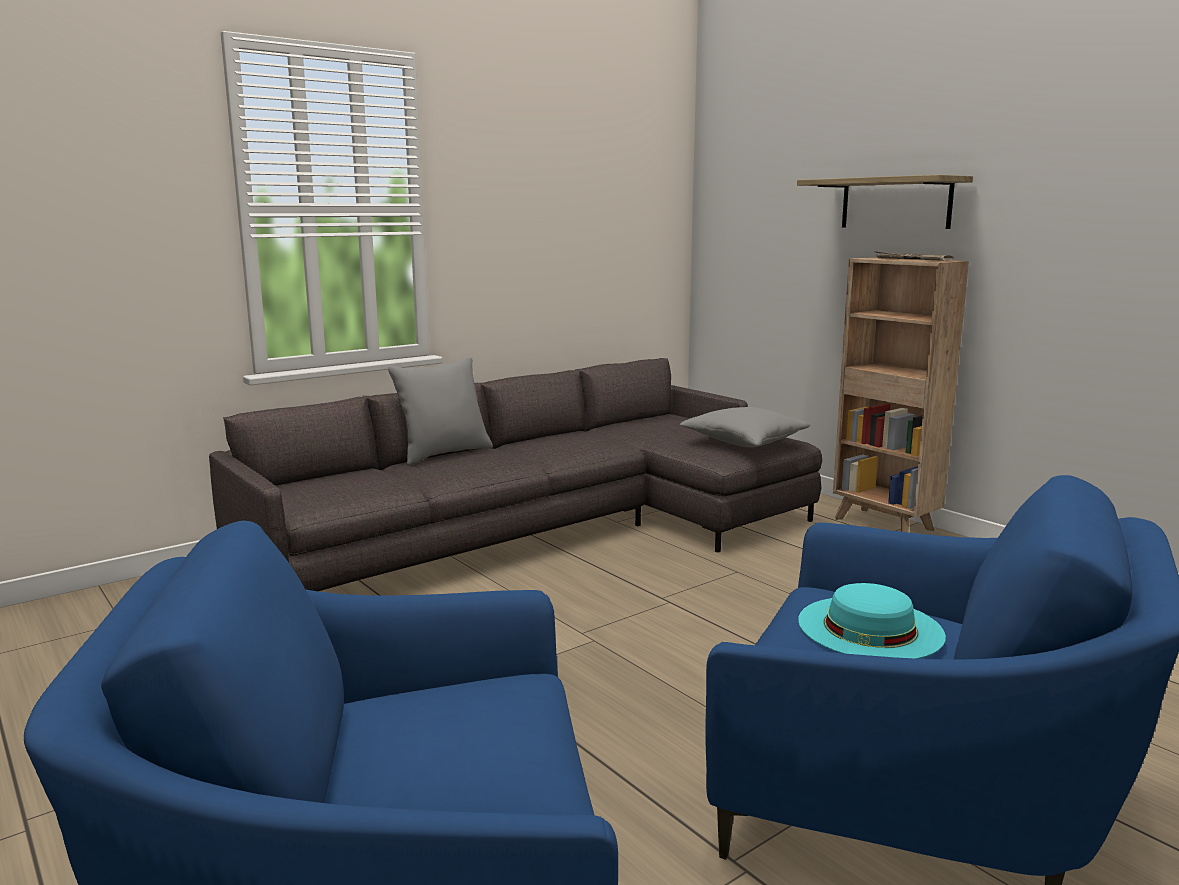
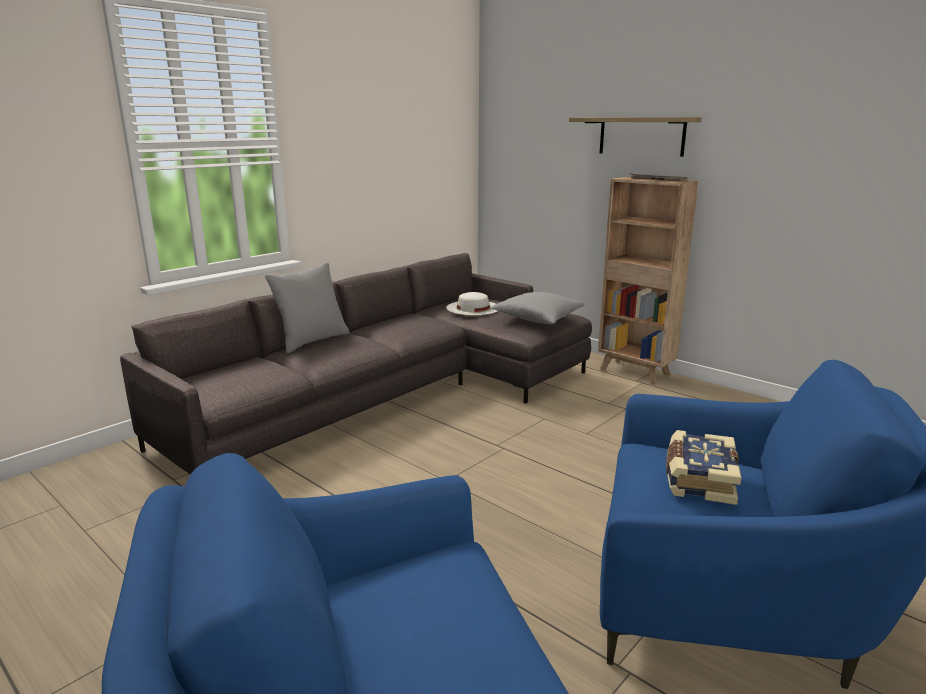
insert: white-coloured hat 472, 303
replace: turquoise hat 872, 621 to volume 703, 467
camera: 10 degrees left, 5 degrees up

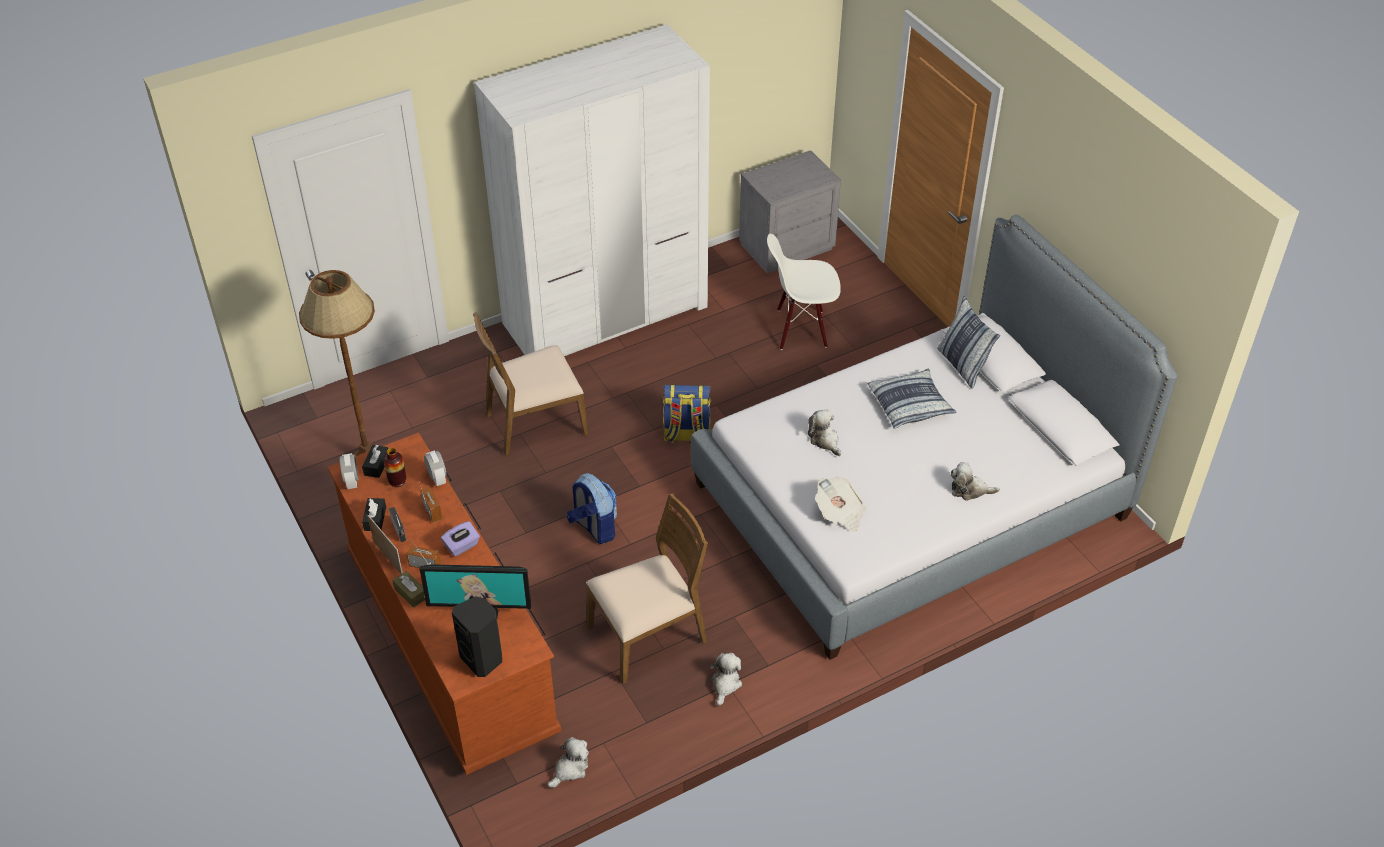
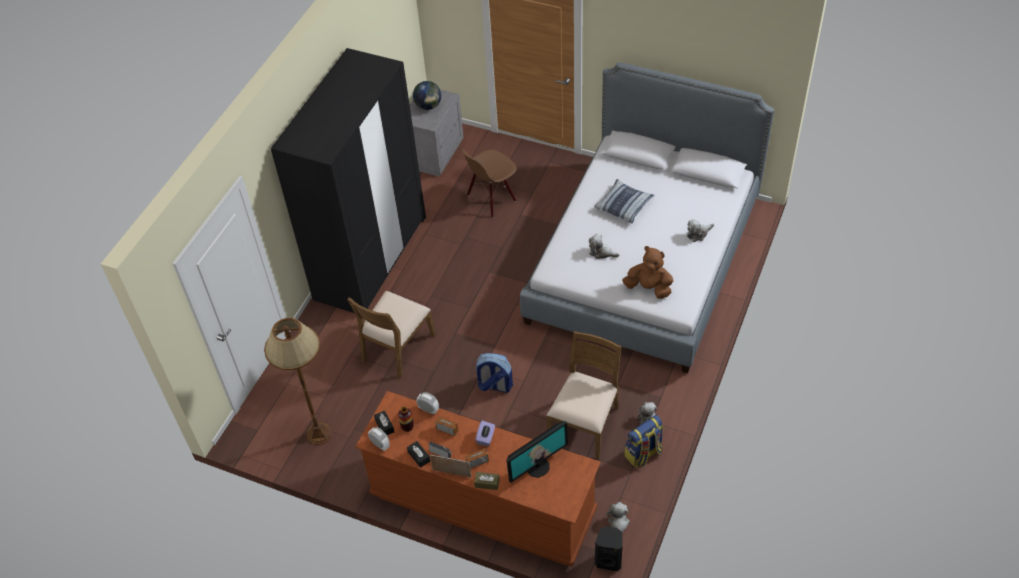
delete: pillow 968, 342
insert: world globe 427, 95
move: black speaker 477, 636 to 609, 548; knapsack 686, 413 to 644, 441
replace: newspaper 840, 504 to brown-coloured soft toy 647, 272
recolor: white-coloured armoire 592, 190 to black armoire 348, 180; white-coloured plain chair 804, 292 to brown-coloured plain chair 489, 183
camera: 35 degrees left, 5 degrees up

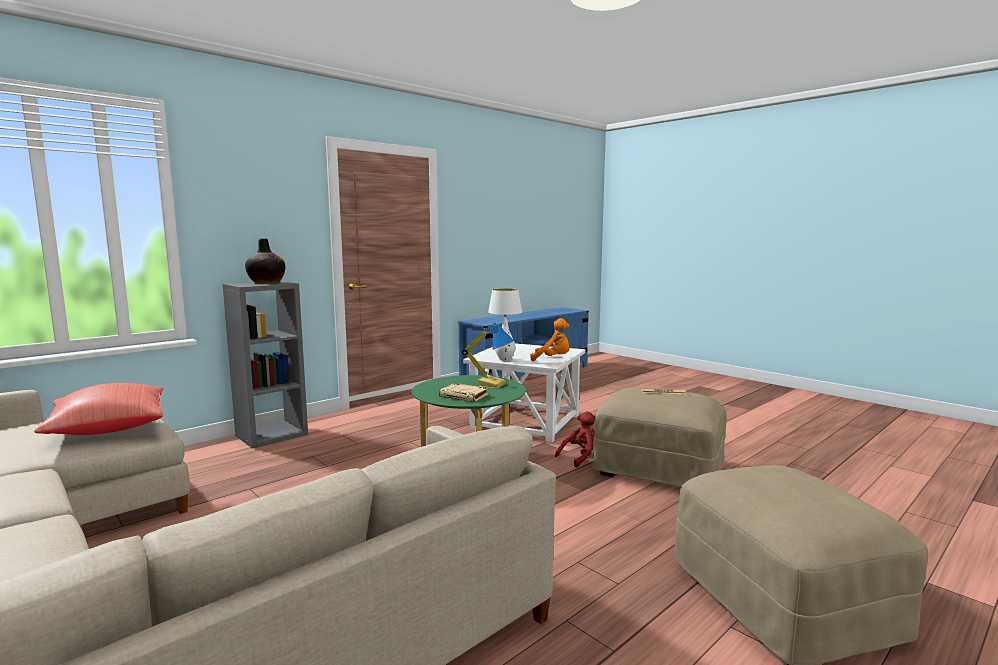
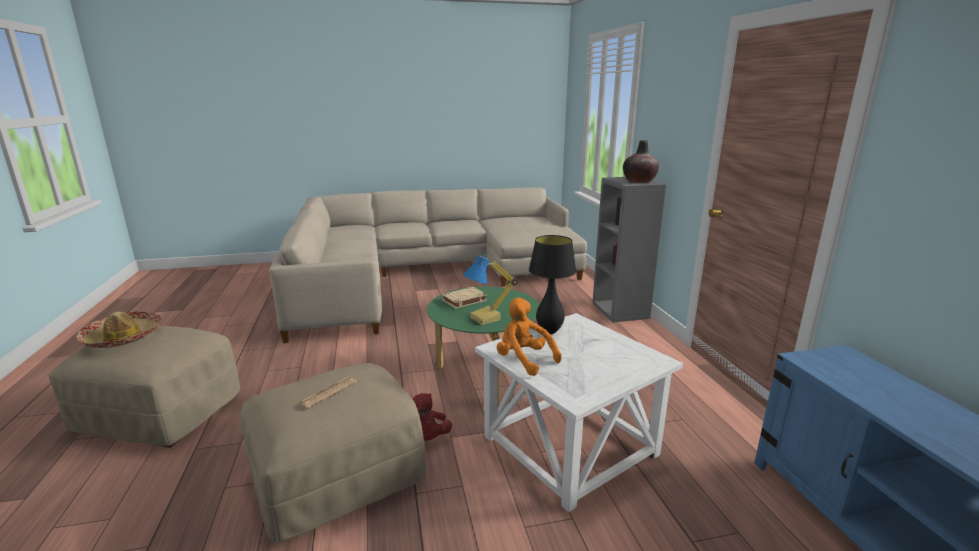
delete: red-coloured pillow 99, 409
insert: hat 119, 329
recolor: white-coloured table lamp 505, 324 to black table lamp 552, 284
rotate: orange soft toy 550, 339 = 529, 337 90 degrees clockwise
camera: 120 degrees right, 10 degrees up

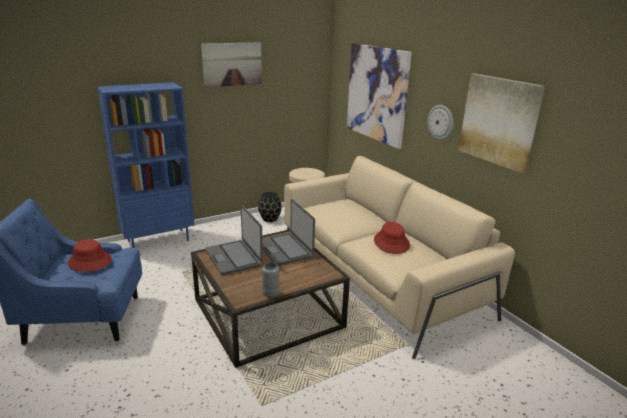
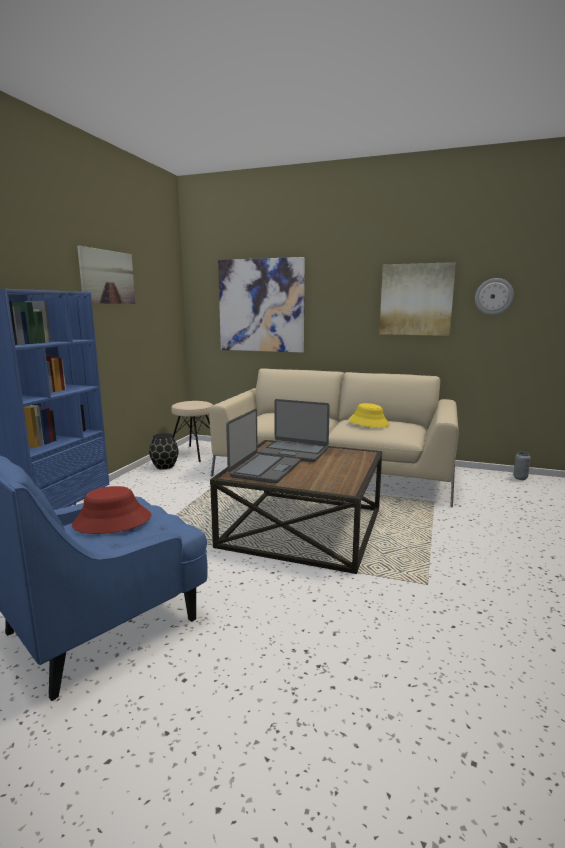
move: wall clock 440, 122 to 494, 296; grey vase 270, 280 to 522, 466
recolor: red-coloured hat 392, 238 to yellowish hat 369, 415
rotate: notebook computer 234, 240 = 263, 445 90 degrees counterclockwise
camera: 40 degrees left, 10 degrees down

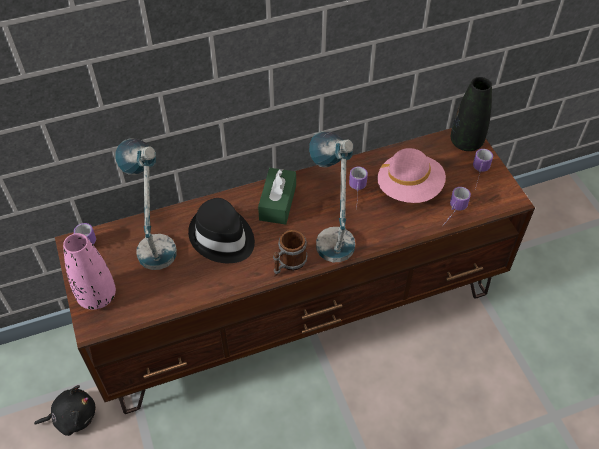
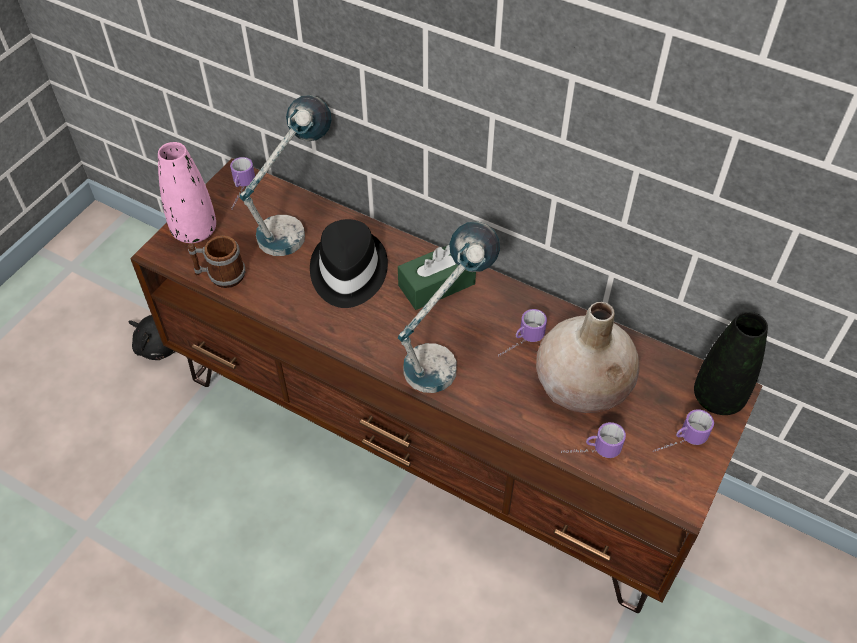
move: coffee mug 290, 253 to 216, 262
replace: pink-coloured hat 411, 175 to beige-coloured vase 588, 357
camera: 50 degrees right, 0 degrees up

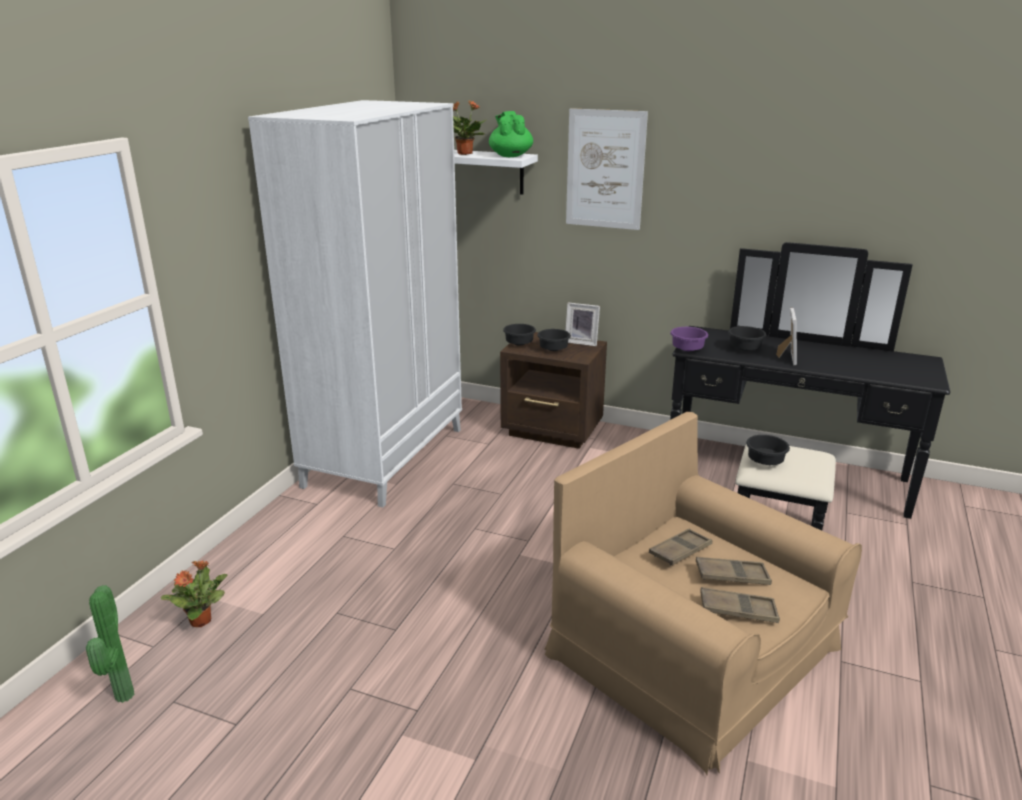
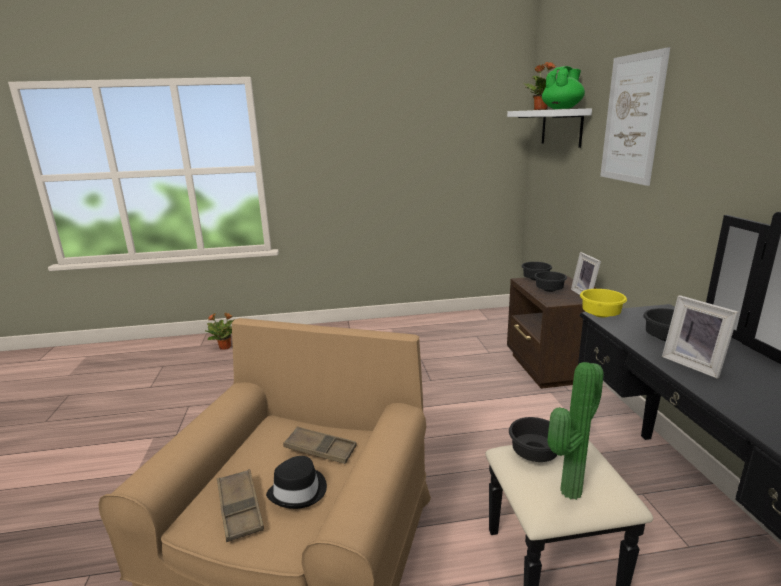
delete: white-coloured armoire 355, 303
move: potted plant 110, 644 to 576, 431
replace: brown-coloured tray 734, 571 to black hat 296, 482
recolor: purplish bowl 689, 339 to yellowish bowl 603, 303
rotate: photo frame 786, 336 = 700, 337 75 degrees clockwise
camera: 60 degrees right, 5 degrees down

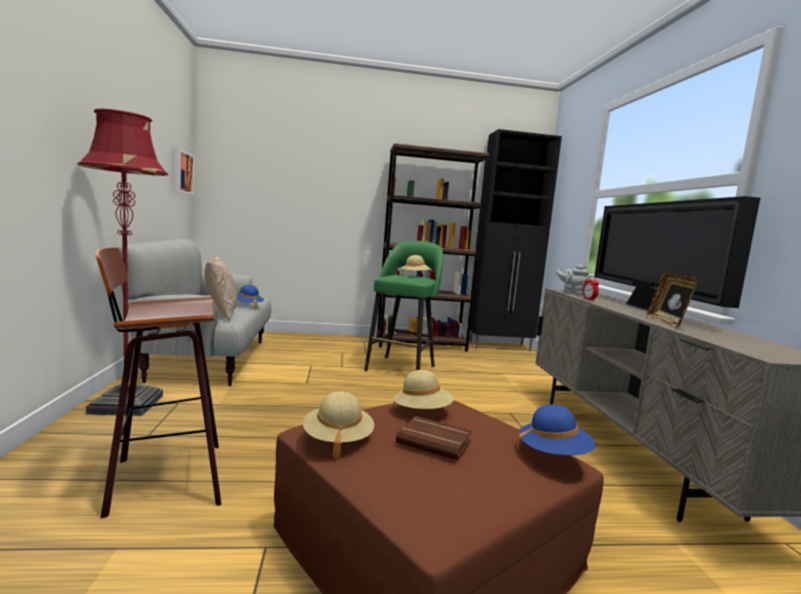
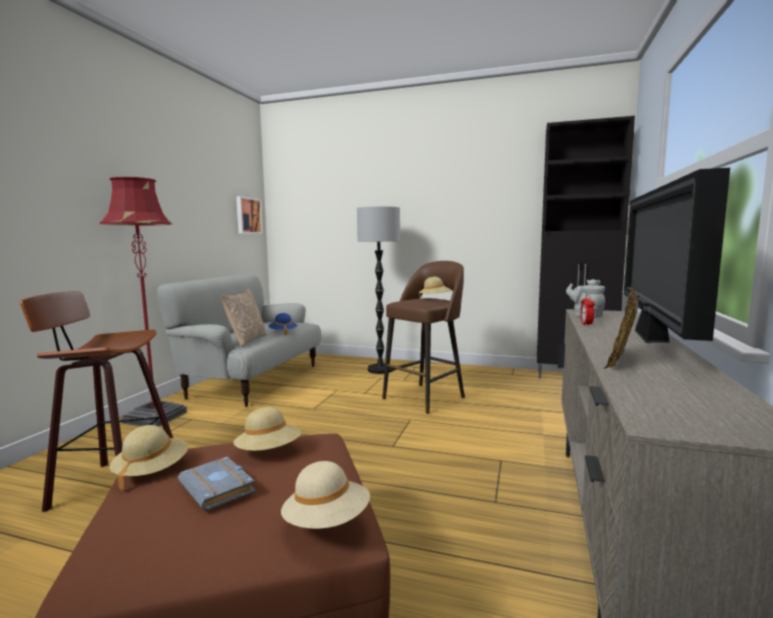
delete: brown-coloured bookcase 433, 247
insert: standard lamp 378, 290
recolor: brown-coloured volume 434, 438 to grey volume 216, 484; blue hat 556, 429 to beige-coloured hat 325, 495; green-coloured stool 403, 306 to brown-coloured stool 423, 337
camera: 25 degrees right, 0 degrees up

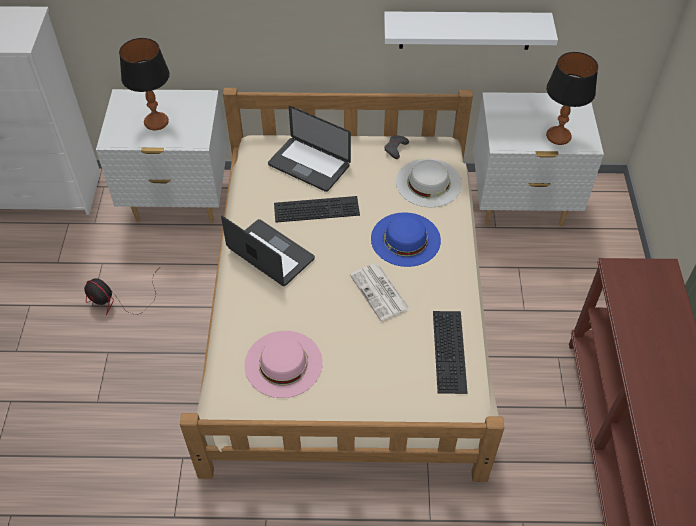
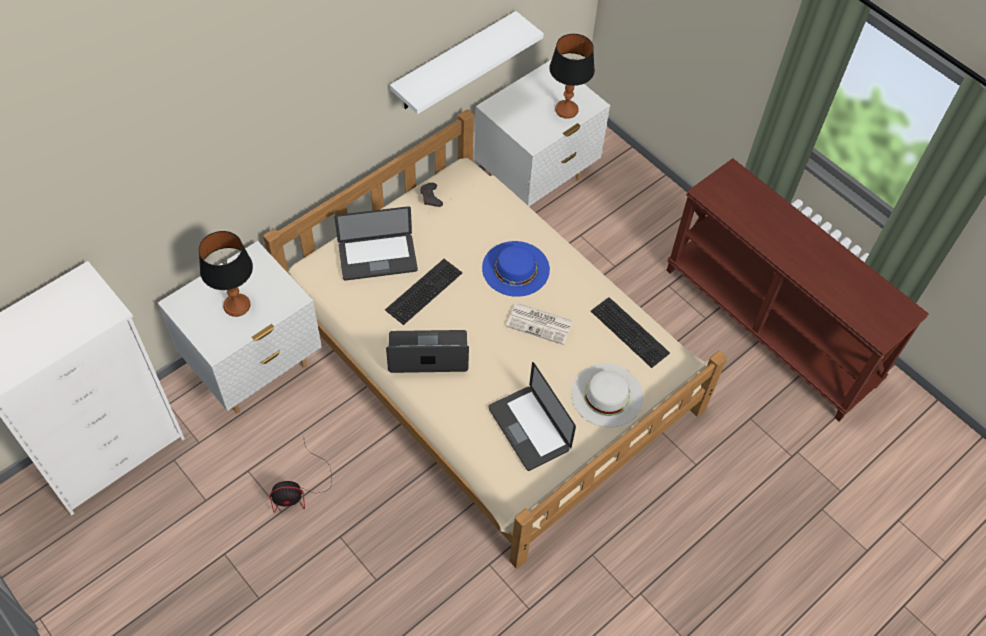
move: white-coloured hat 429, 183 to 607, 395
replace: pink-coloured hat 283, 364 to notebook computer 532, 416
camera: 45 degrees left, 5 degrees up

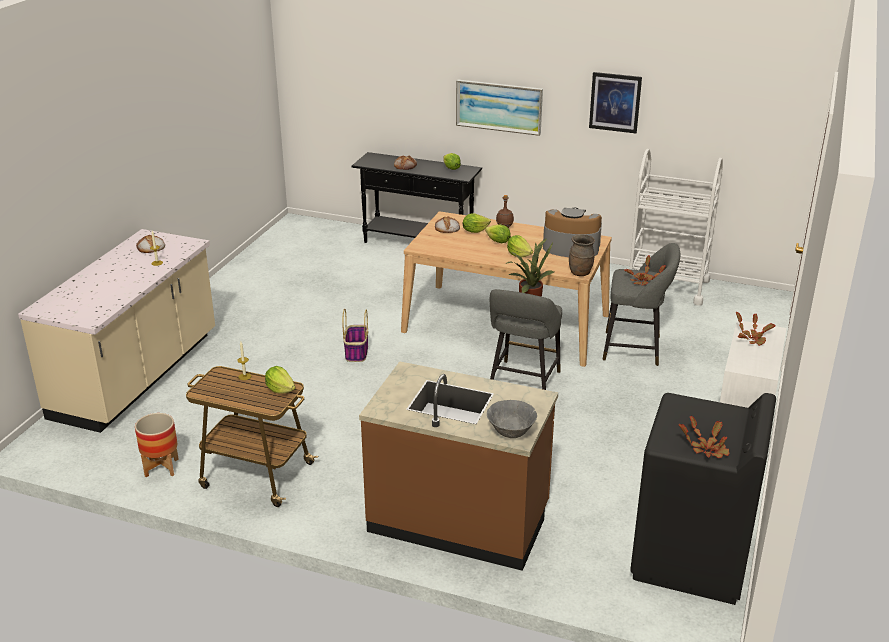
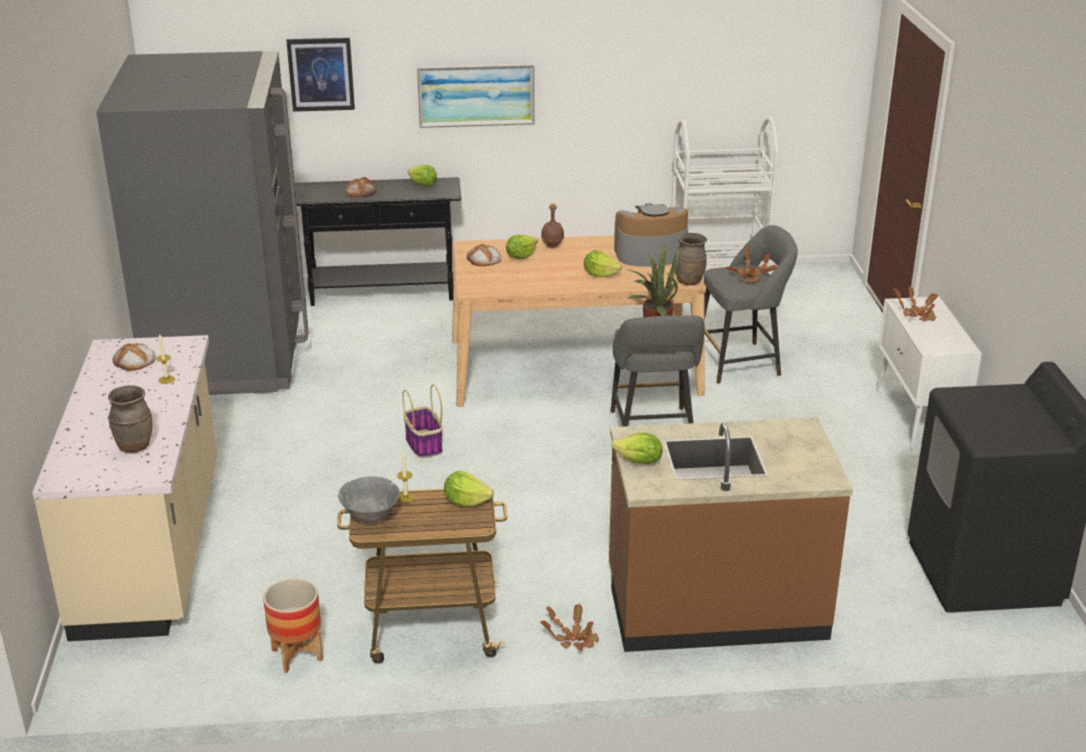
insert: grey fridge 202, 223; brown-coloured vase 130, 419
move: wall picture 615, 102 to 320, 75; grey bowl 512, 419 to 369, 499; potted plant 704, 437 to 569, 627; head of lettuce 498, 234 to 637, 448
camera: 25 degrees left, 0 degrees up

